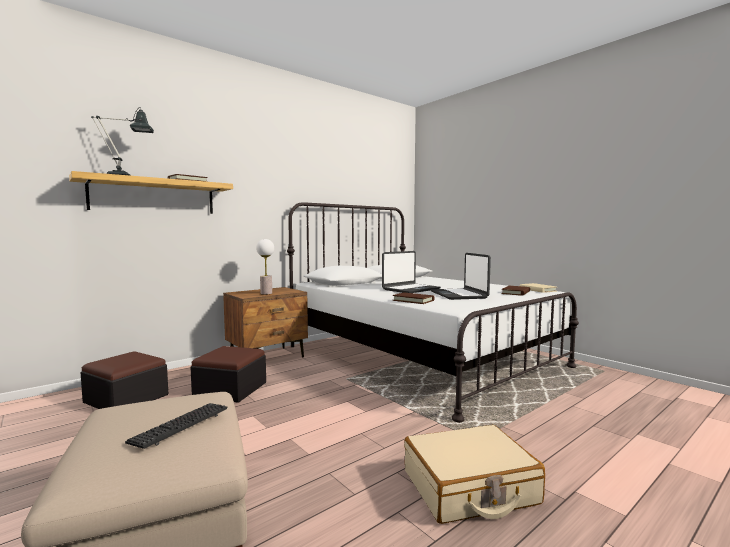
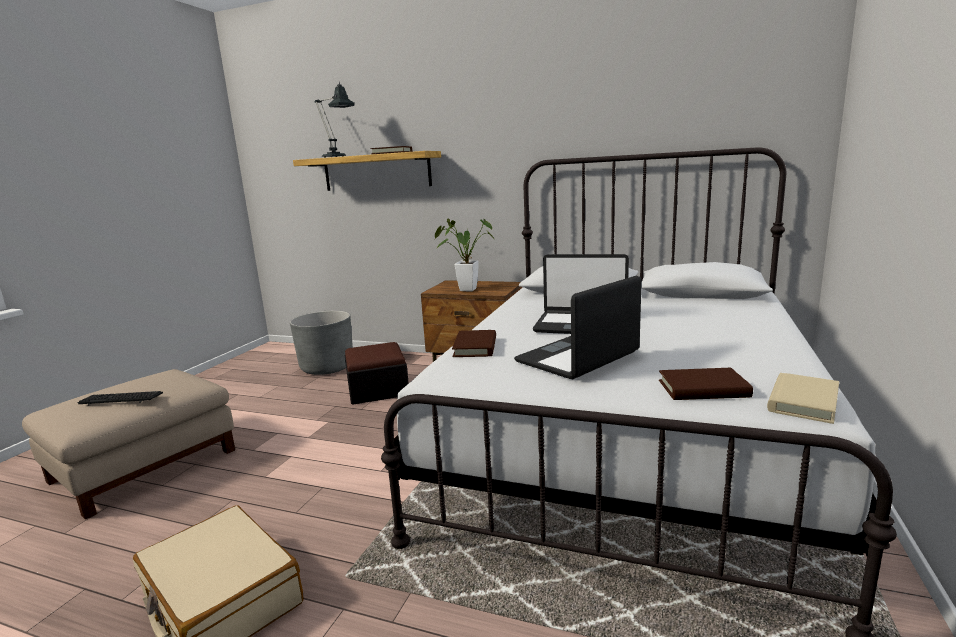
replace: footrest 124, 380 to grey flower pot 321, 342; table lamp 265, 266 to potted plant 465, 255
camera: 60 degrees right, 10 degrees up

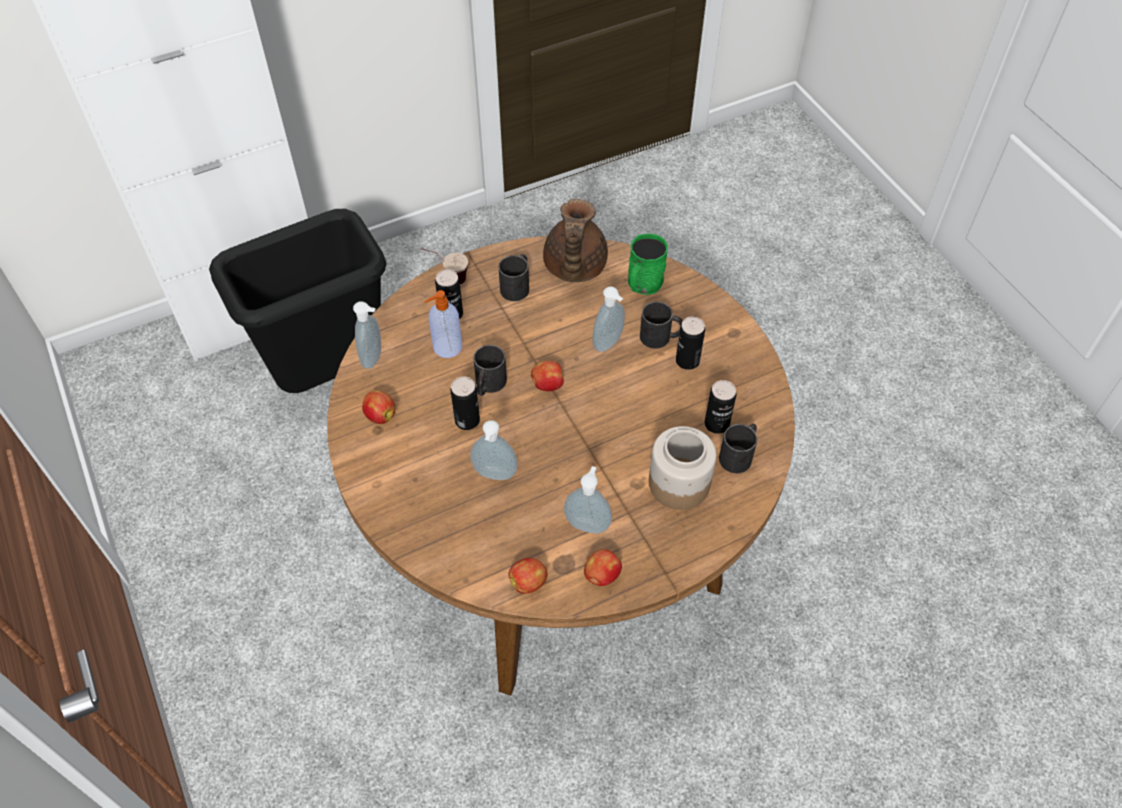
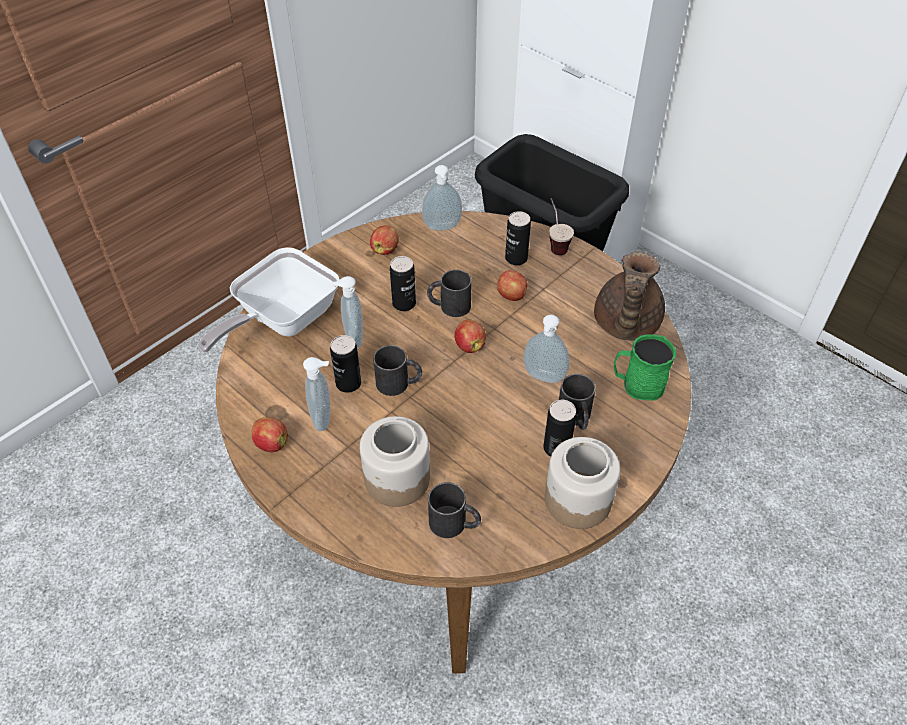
delete: soap bottle 443, 324
insert: skillet 269, 300; storage jar 582, 483
move: sealed can 720, 407 to 345, 364; black coffee mug 513, 277 to 397, 370; whole apple 527, 576 to 512, 285
rotate: brown-coloured pot for tea 575, 240 = 629, 296 60 degrees counterclockwise
camera: 70 degrees right, 5 degrees down

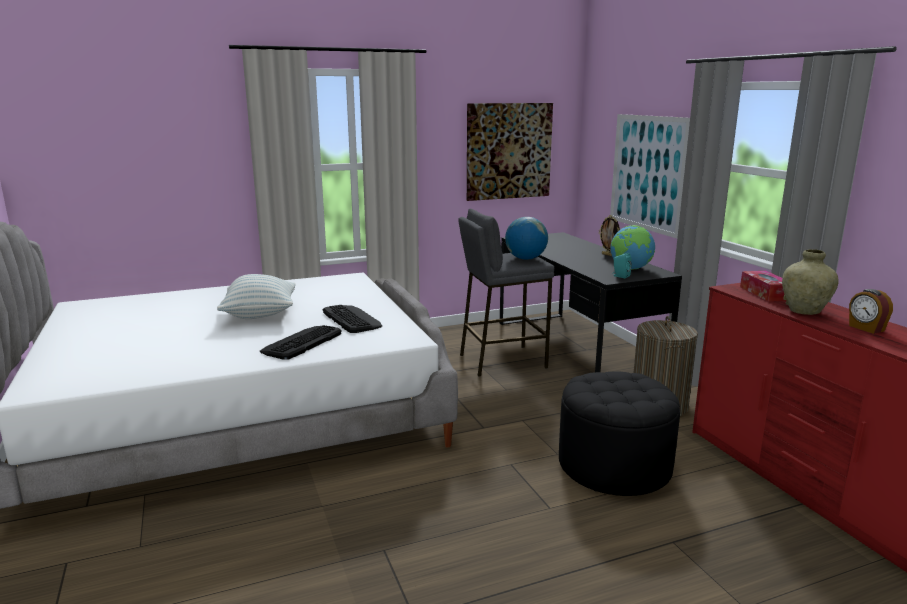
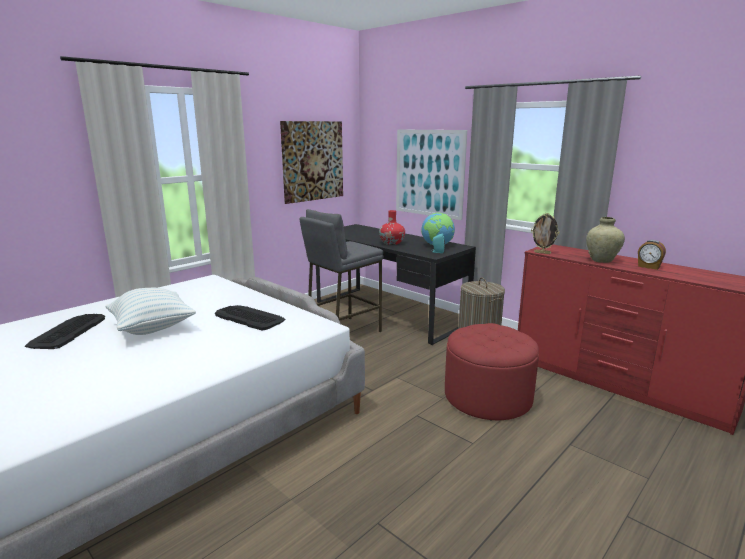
delete: world globe 526, 238; box of tissues 763, 286
insert: red-coloured vase 392, 227
move: keyboard 301, 342 to 65, 331; photo frame 609, 235 to 545, 233
recolor: black footrest 619, 433 to red-coloured footrest 492, 372
camera: 25 degrees left, 0 degrees up

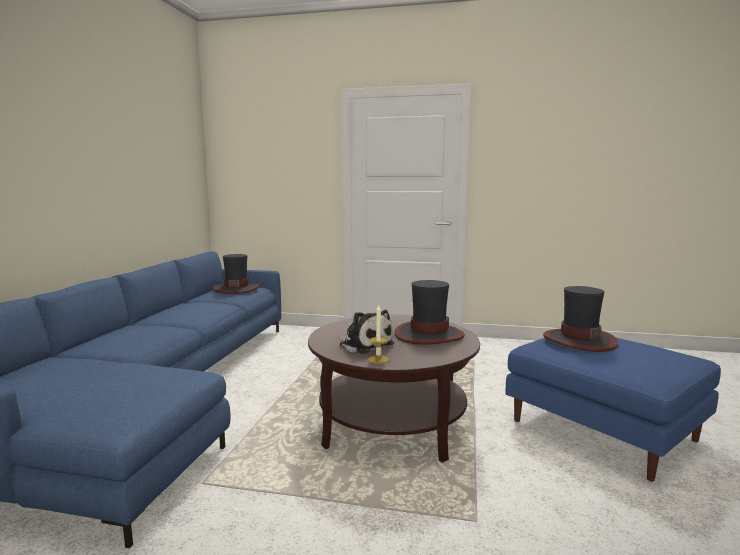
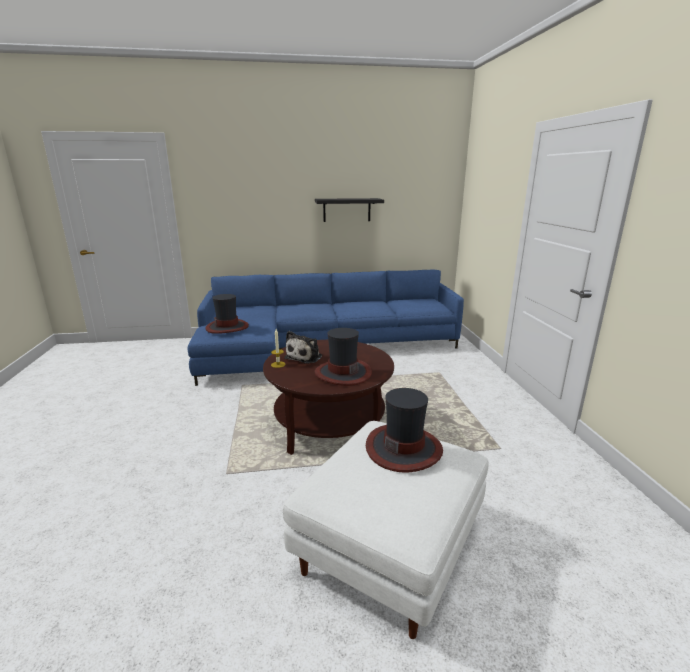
insert: black shelf 349, 210
move: hat 236, 274 to 227, 314
recolor: blue footrest 613, 410 to white-coloured footrest 386, 530
camera: 70 degrees right, 10 degrees up

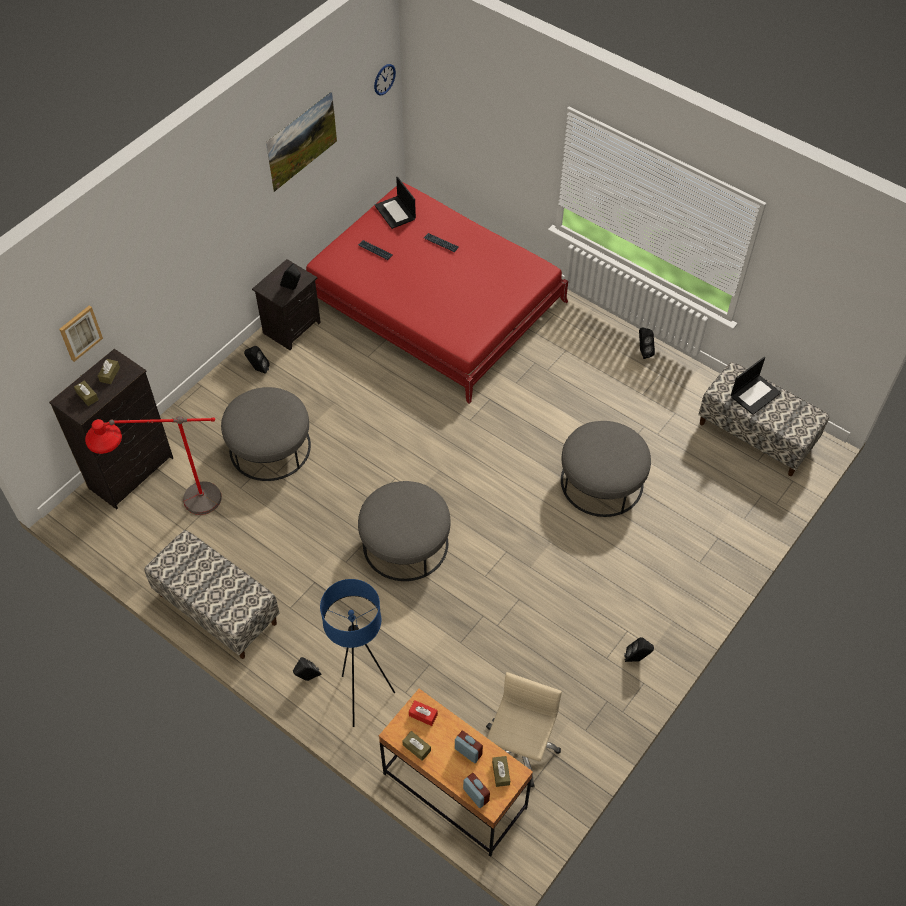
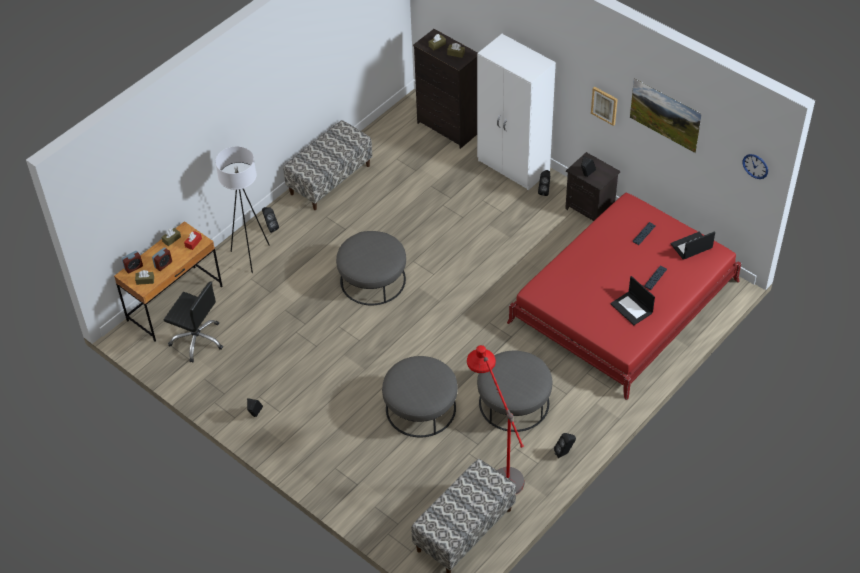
insert: white-coloured armoire 516, 112
move: red-coloured standard lamp 153, 465 to 496, 419; grey footrest 266, 434 to 514, 391; wall picture 81, 334 to 604, 106; notebook computer 756, 386 to 632, 300
recolor: beige-coloured office chair 524, 729 to black office chair 193, 321; blue standard lamp 357, 653 to white-coloured standard lamp 242, 209
camera: 95 degrees right, 5 degrees down

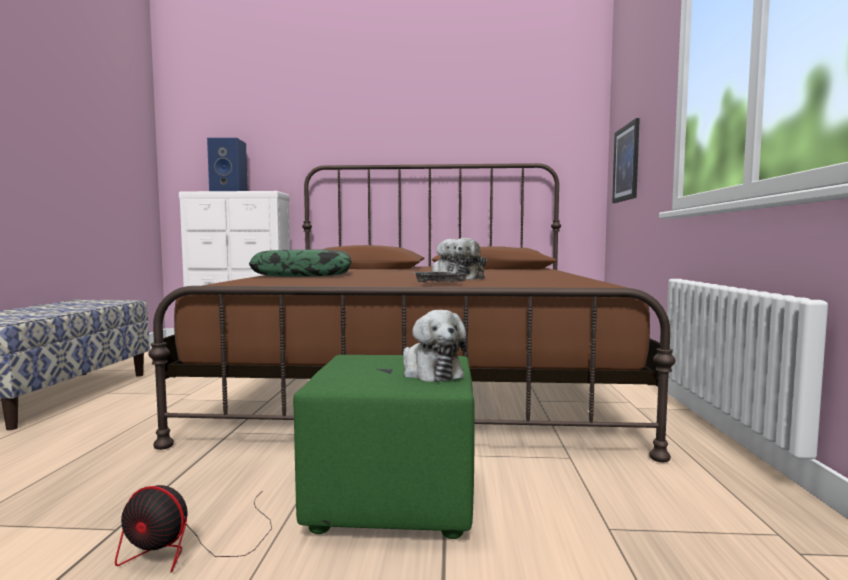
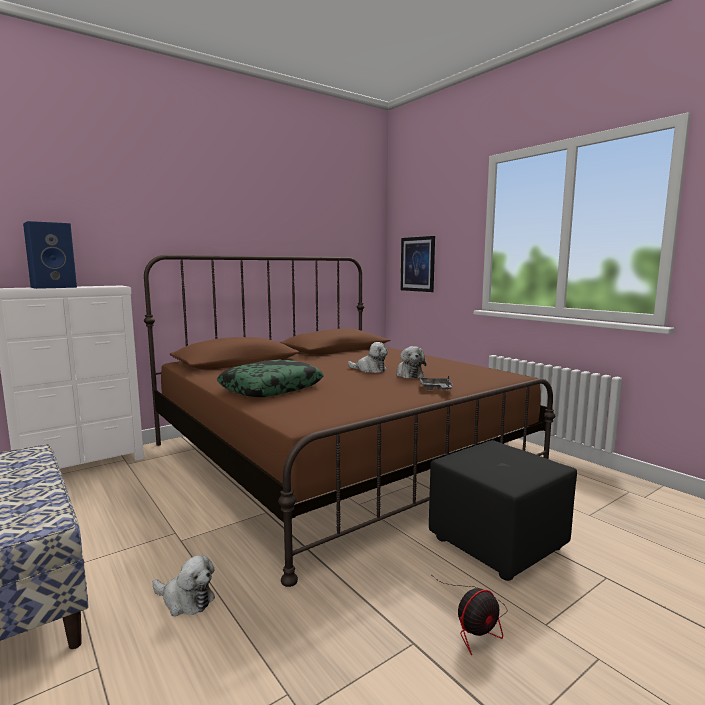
move: soft toy 434, 346 to 183, 585
recolor: green-coloured footrest 384, 447 to black footrest 503, 510
camera: 40 degrees left, 5 degrees up

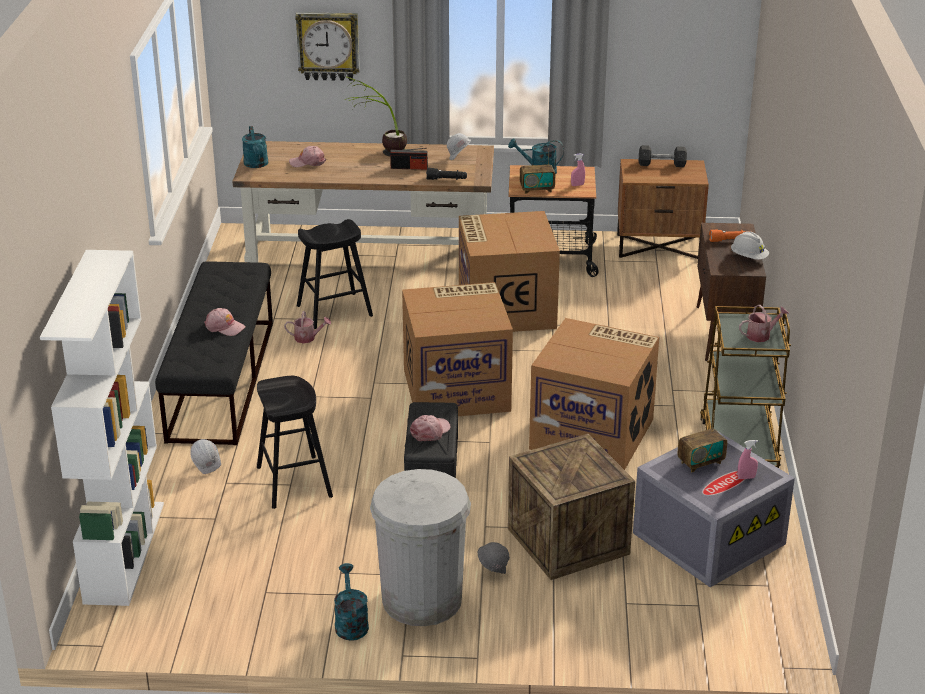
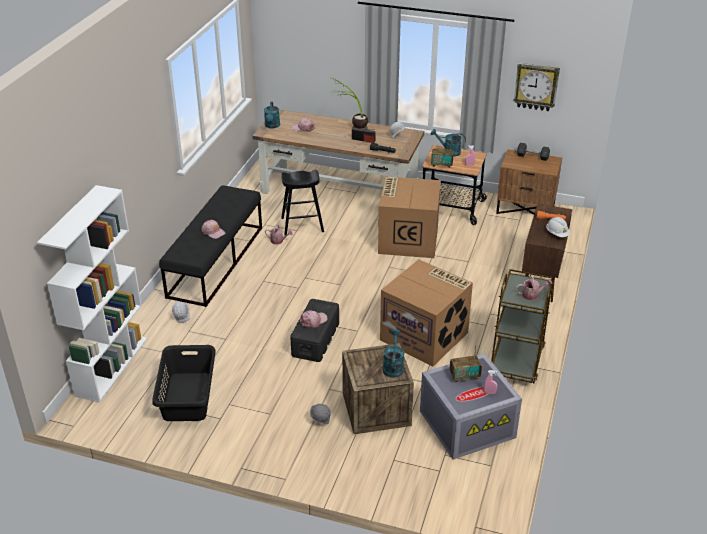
delete: black stool 295, 442; white-coloured waste bin 420, 547; packing box 457, 349
insert: black laundry basket 184, 383
move: turquoise watering pot 351, 602 to 393, 353; wall clock 327, 46 to 537, 87
camera: 15 degrees right, 5 degrees up

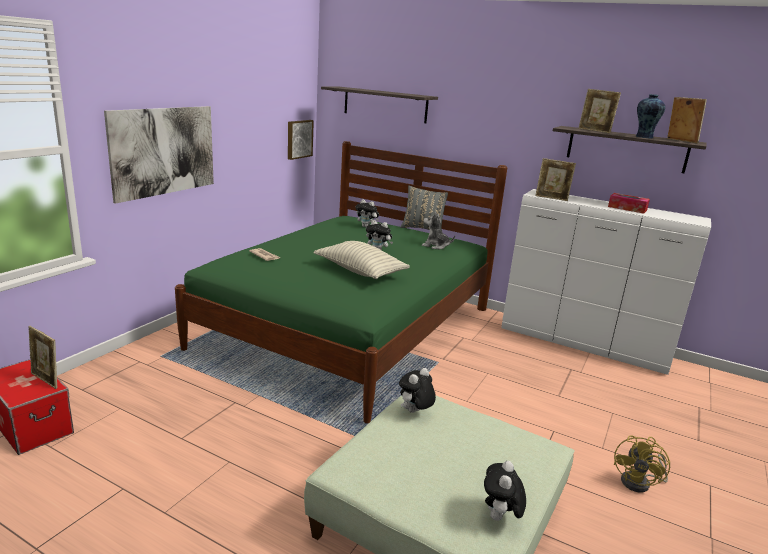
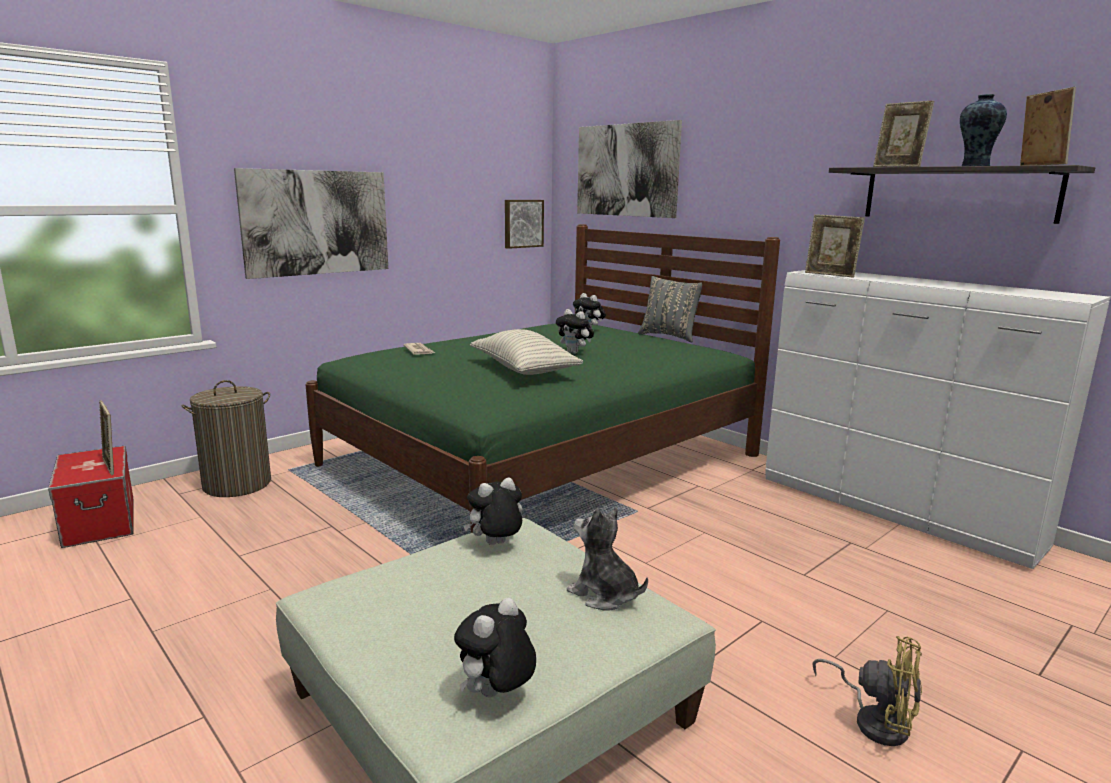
delete: box of tissues 629, 203
insert: laundry basket 226, 438
move: soft toy 438, 230 to 607, 559
replace: shelf 379, 104 to wall picture 629, 169
rotate: yellowish electric fan 642, 464 = 867, 691 105 degrees counterclockwise
camera: 20 degrees right, 5 degrees down

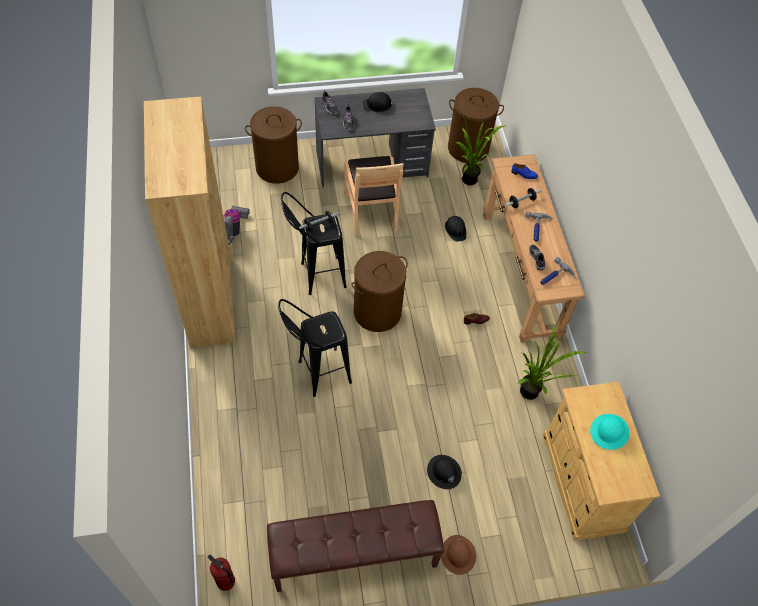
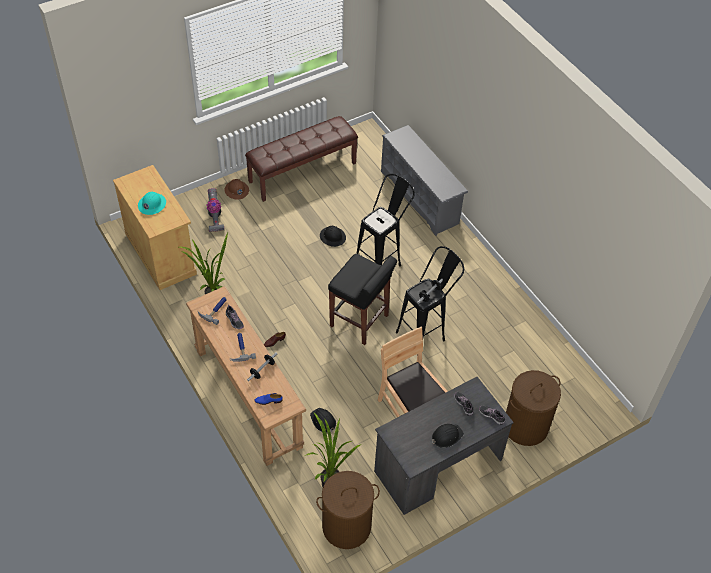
delete: brown-coloured bookcase 190, 222; extinguisher 221, 573
insert: grey shoe shelf 424, 180
move: hoover 236, 225 to 215, 210; black hard hat 444, 472 to 333, 236
replace: brown-coloured laundry basket 380, 291 to black stool 362, 299
camera: 160 degrees right, 5 degrees down

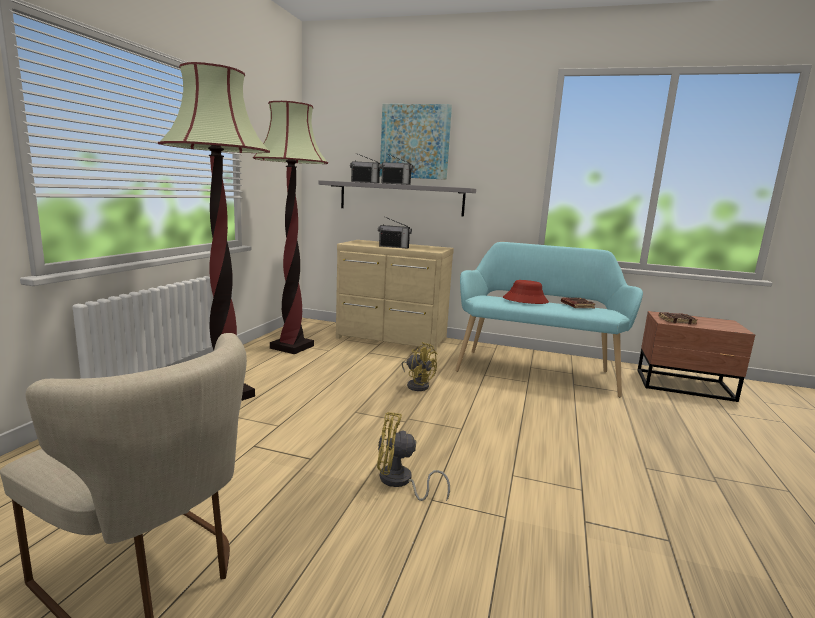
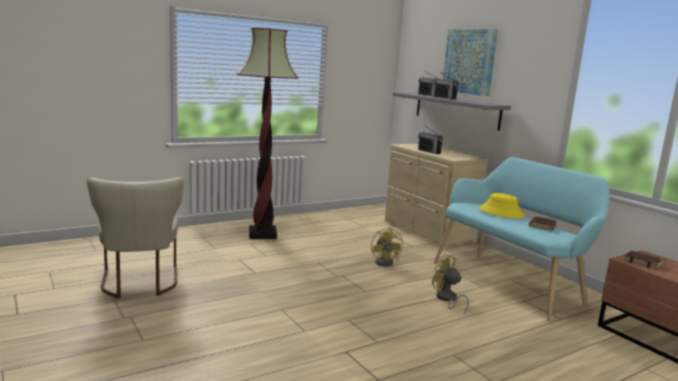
delete: standard lamp 290, 227
move: yellowish electric fan 413, 456 to 450, 284
recolor: red-coloured hat 526, 292 to yellowish hat 502, 206
camera: 40 degrees right, 0 degrees up

